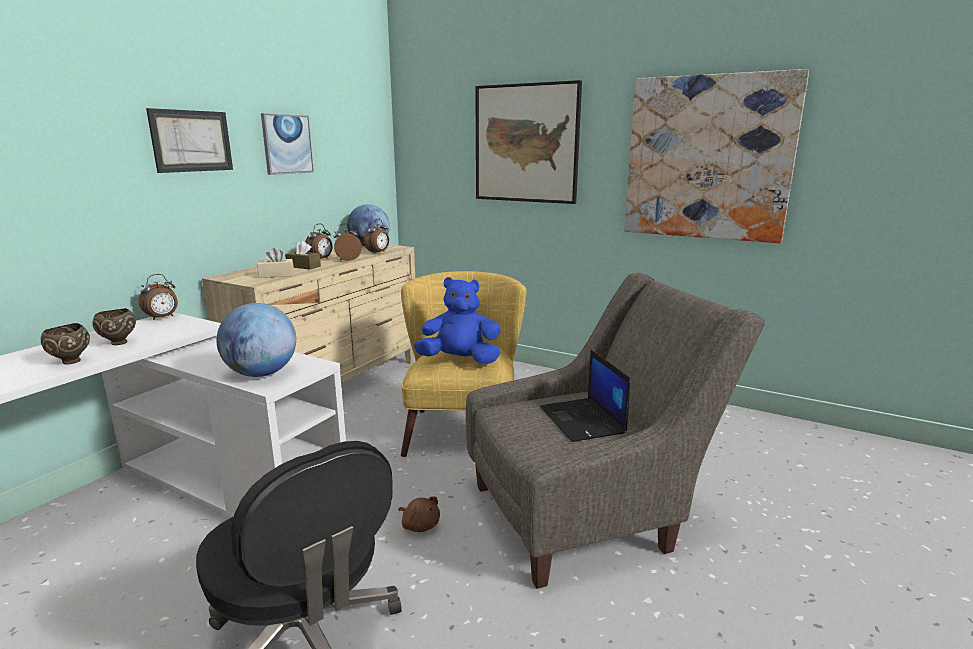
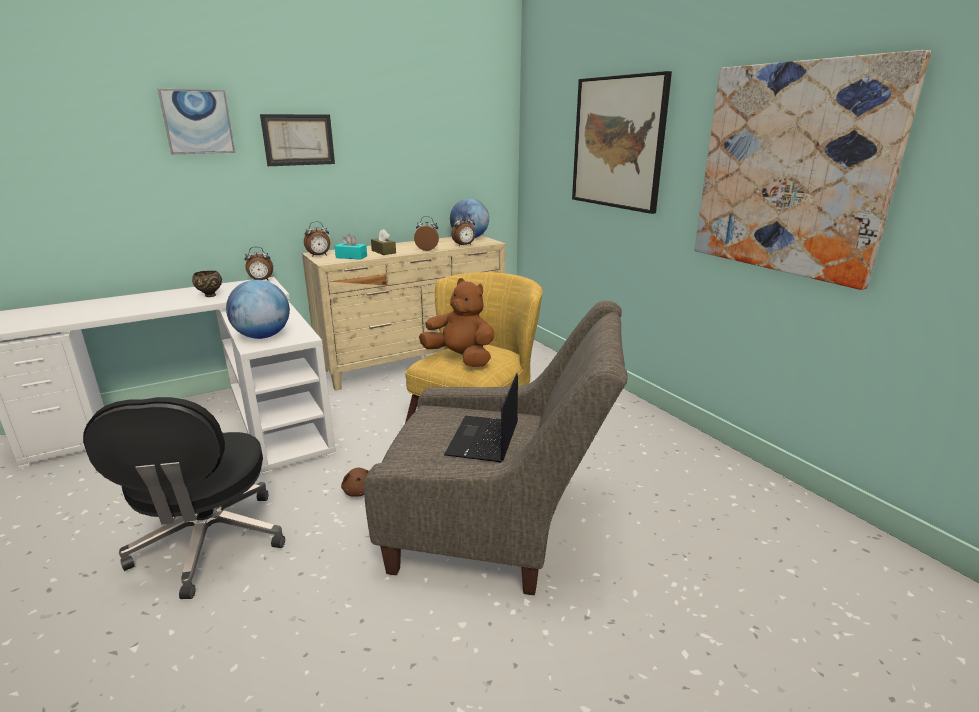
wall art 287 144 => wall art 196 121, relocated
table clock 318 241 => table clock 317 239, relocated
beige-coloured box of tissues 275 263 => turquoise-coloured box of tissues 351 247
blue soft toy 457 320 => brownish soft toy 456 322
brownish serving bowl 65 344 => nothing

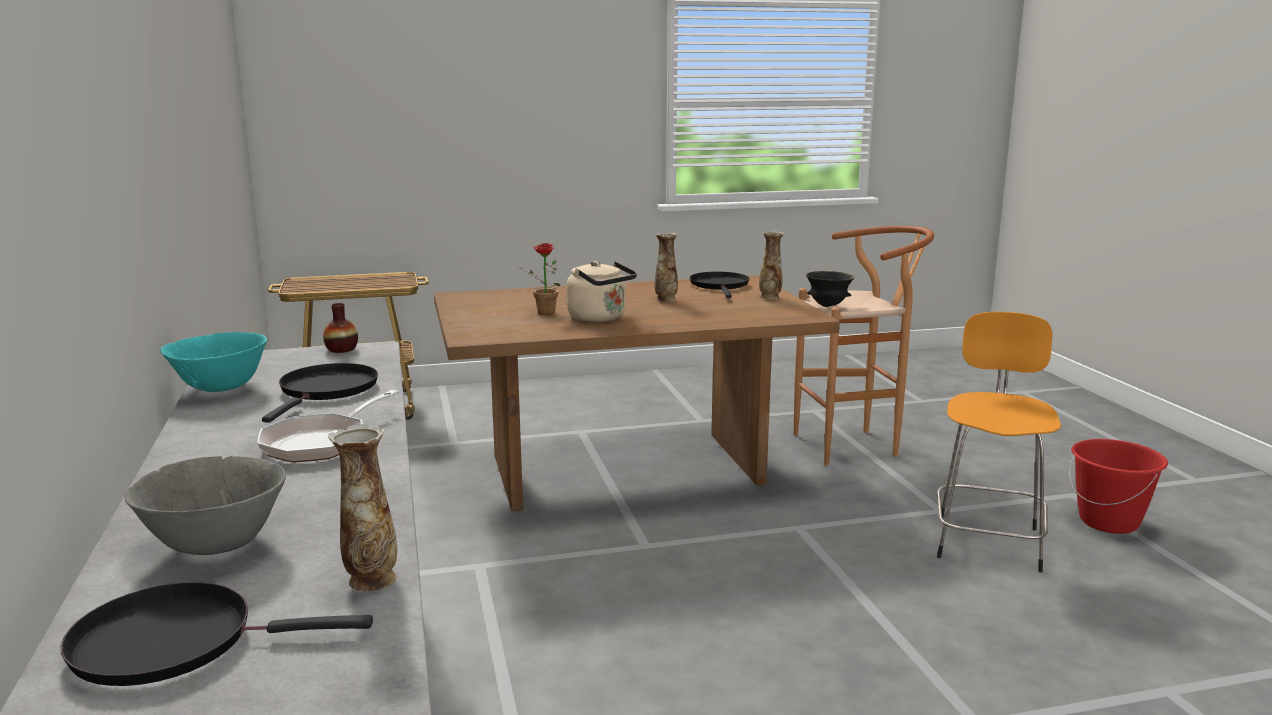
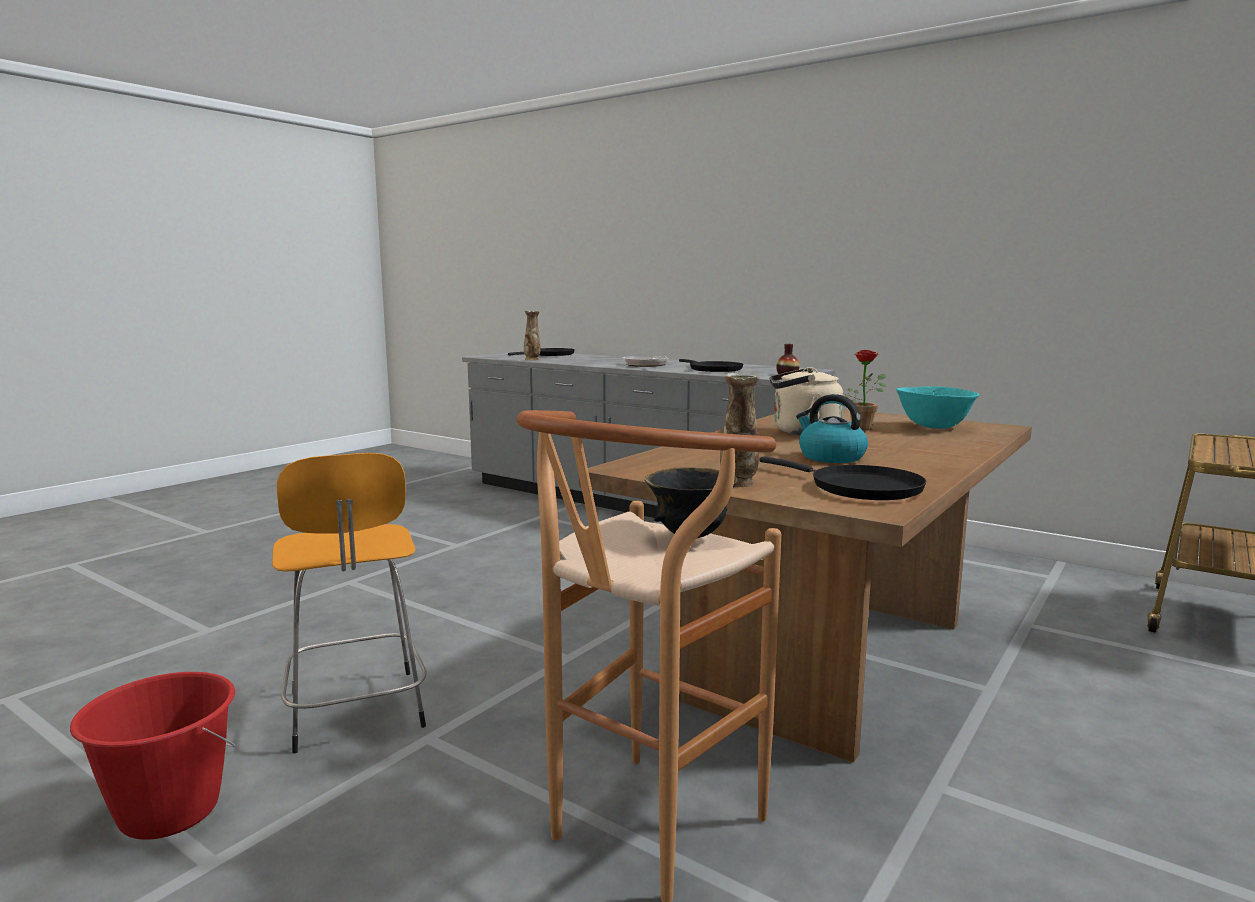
decorative vase 666 267 => kettle 832 428
turquoise-coloured serving bowl 214 362 => turquoise-coloured serving bowl 937 407, relocated
grey serving bowl 205 505 => nothing

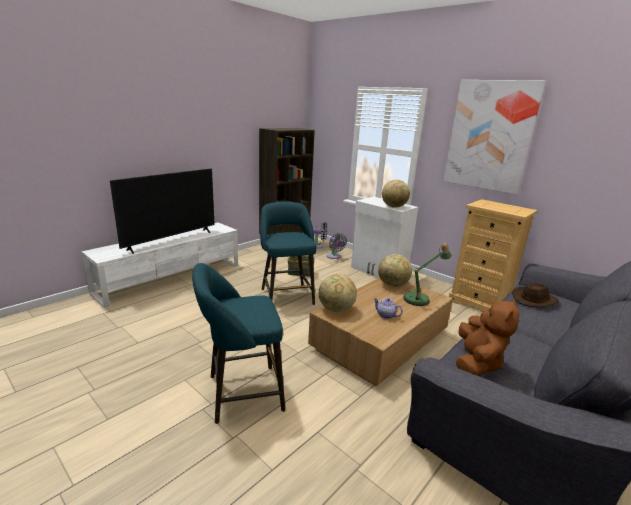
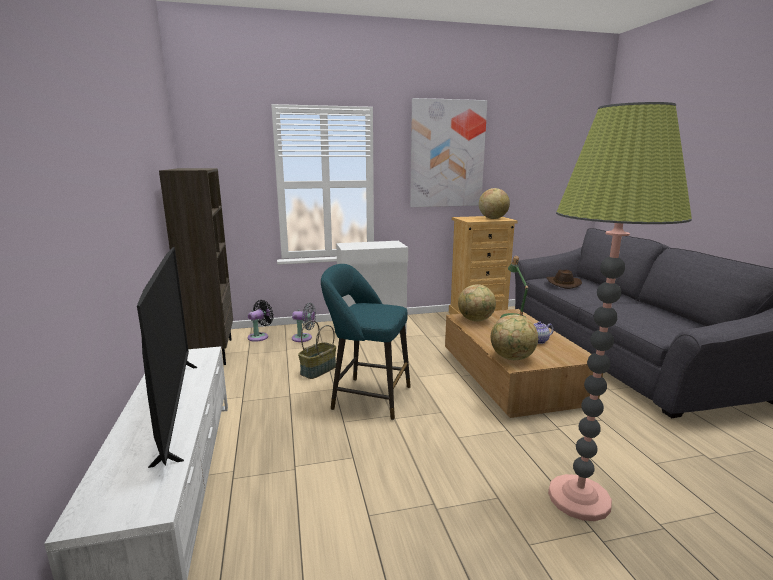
desk globe 396 194 => desk globe 494 203, relocated
turquoise-coloured stool 238 343 => standard lamp 620 311
brownish soft toy 487 337 => nothing

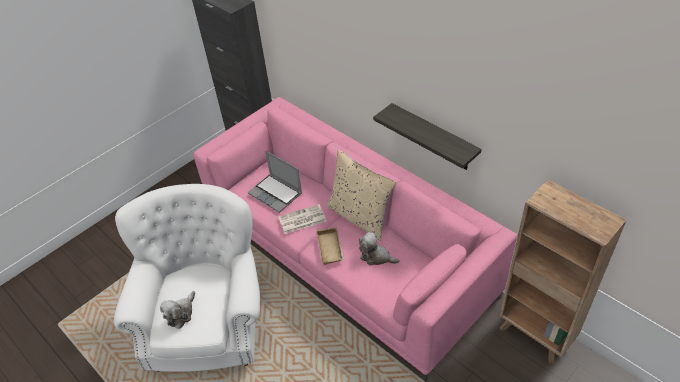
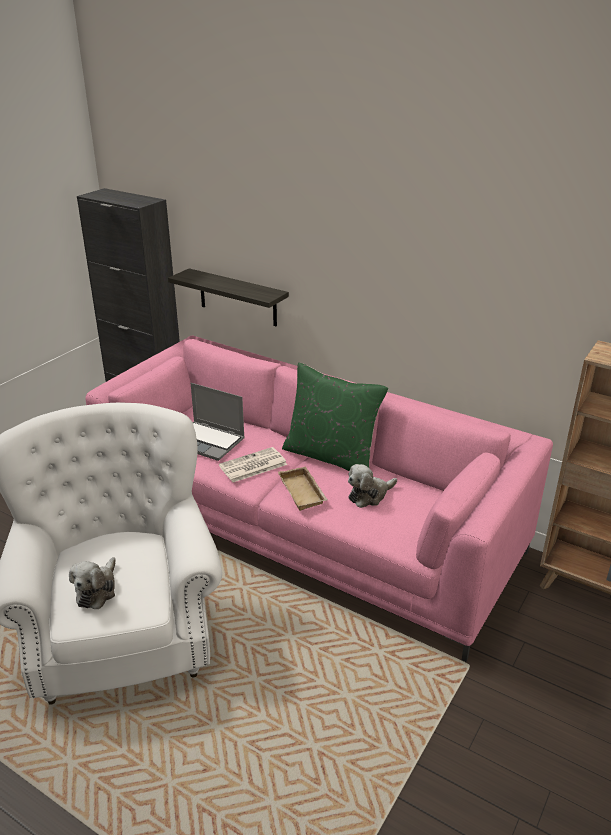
shelf 427 136 => shelf 228 297, relocated
beige-coloured cushion 361 195 => green-coloured cushion 335 417
soft toy 379 249 => soft toy 372 486, 45 degrees counterclockwise

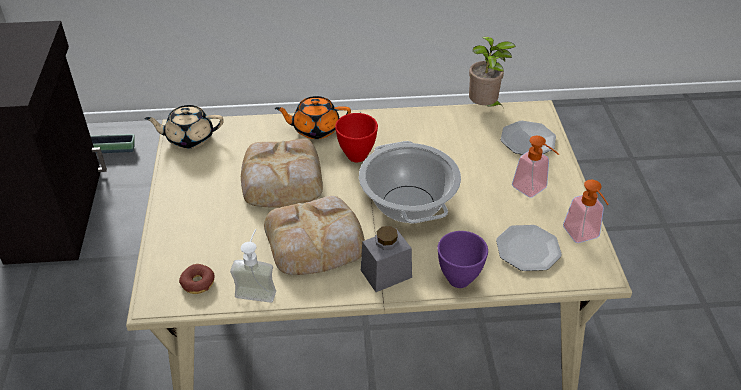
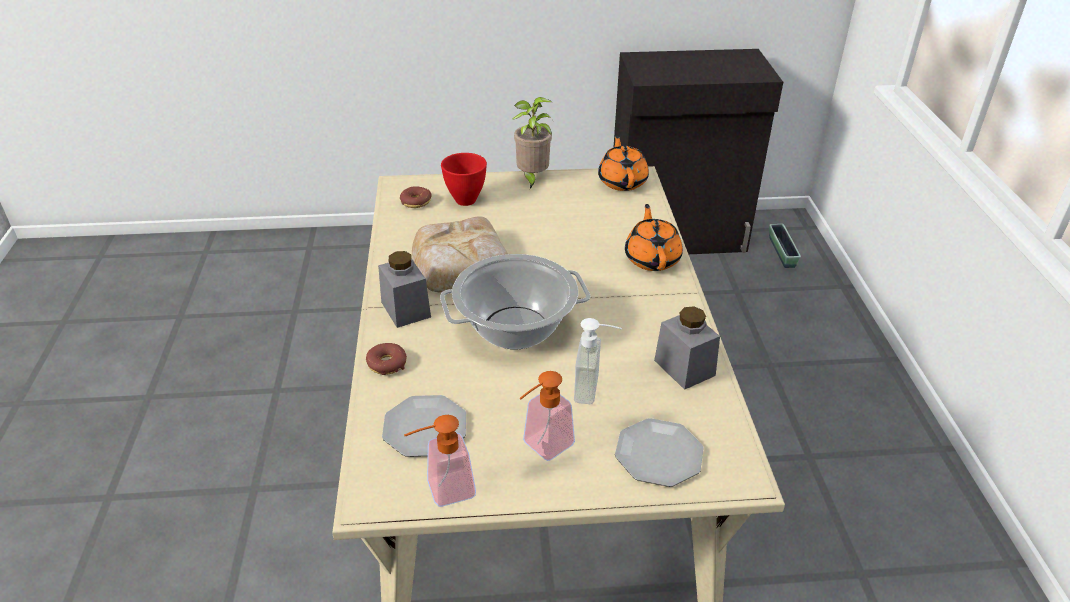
purple serving bowl 463 259 => donut 386 359
red-coloured serving bowl 356 137 => red-coloured serving bowl 464 179, relocated
plant in a pot 492 72 => plant in a pot 533 143, relocated
soap bottle 253 266 => soap bottle 598 361, relocated
beige-coloured pot for tea 184 127 => orangey pot for tea 623 163
nothing => grey preserve jar 687 348
baked bread 282 173 => nothing

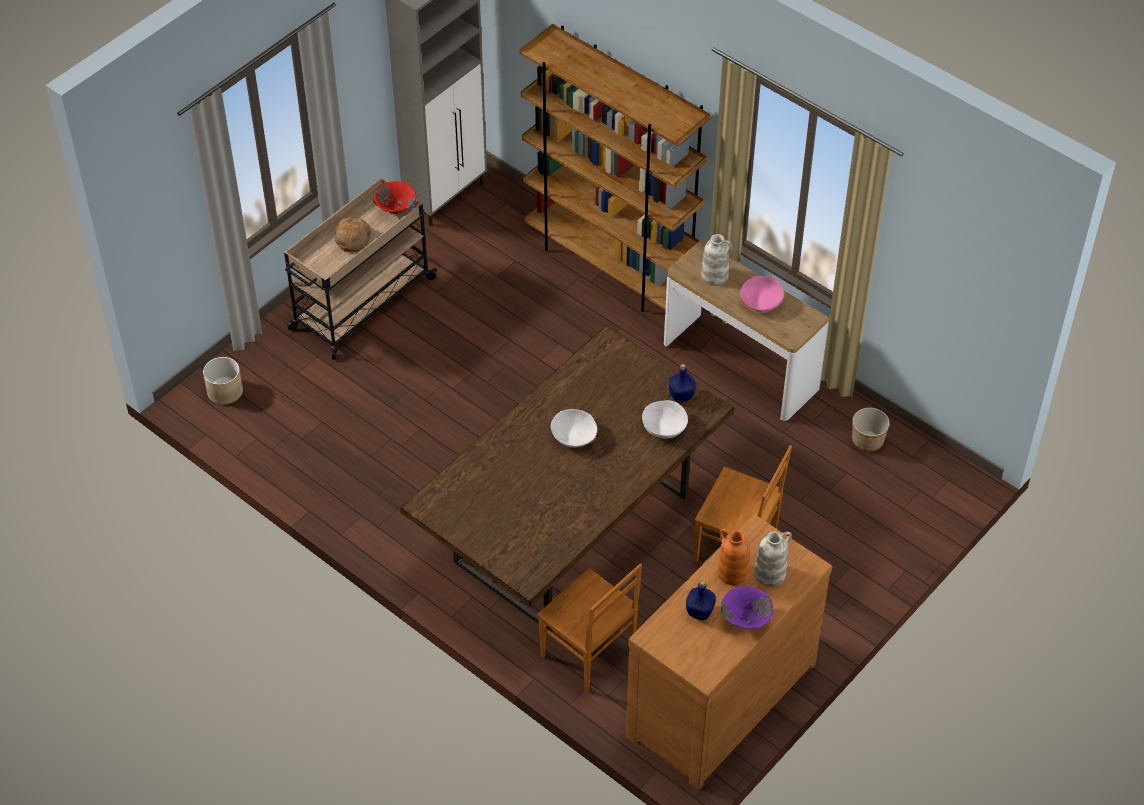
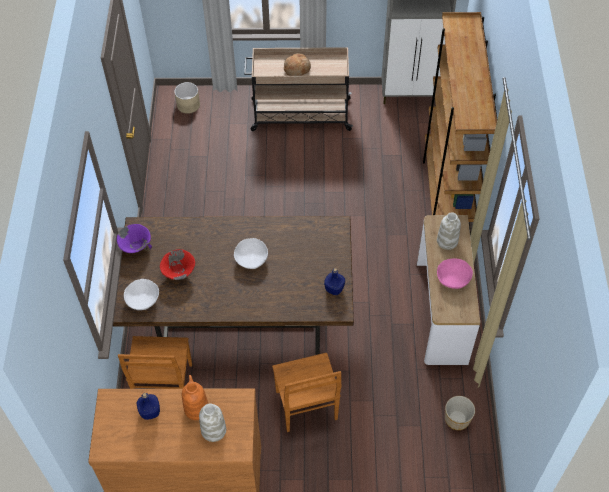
purple serving bowl 747 607 => purple serving bowl 134 238, relocated
whitish serving bowl 665 419 => whitish serving bowl 141 294, relocated
red-coloured serving bowl 394 197 => red-coloured serving bowl 177 264, relocated

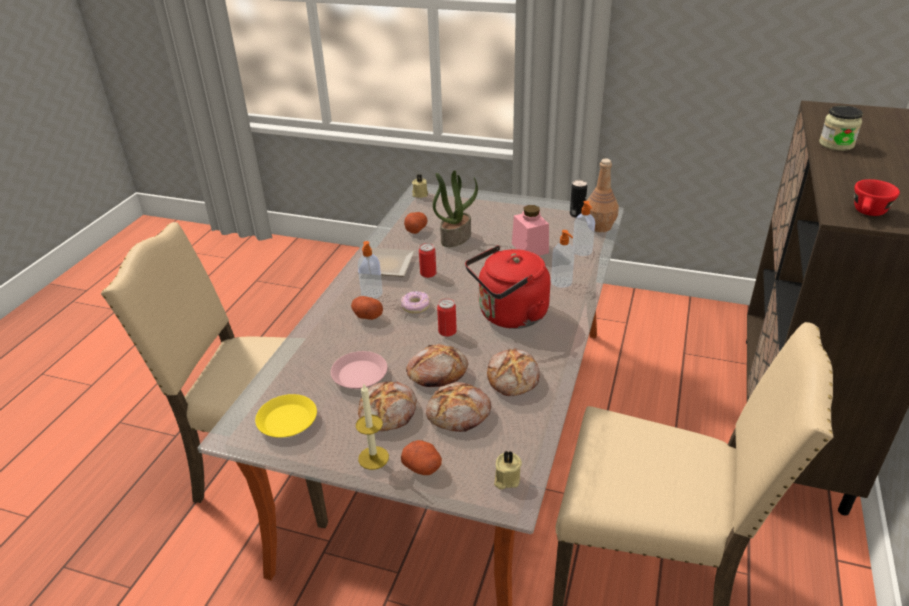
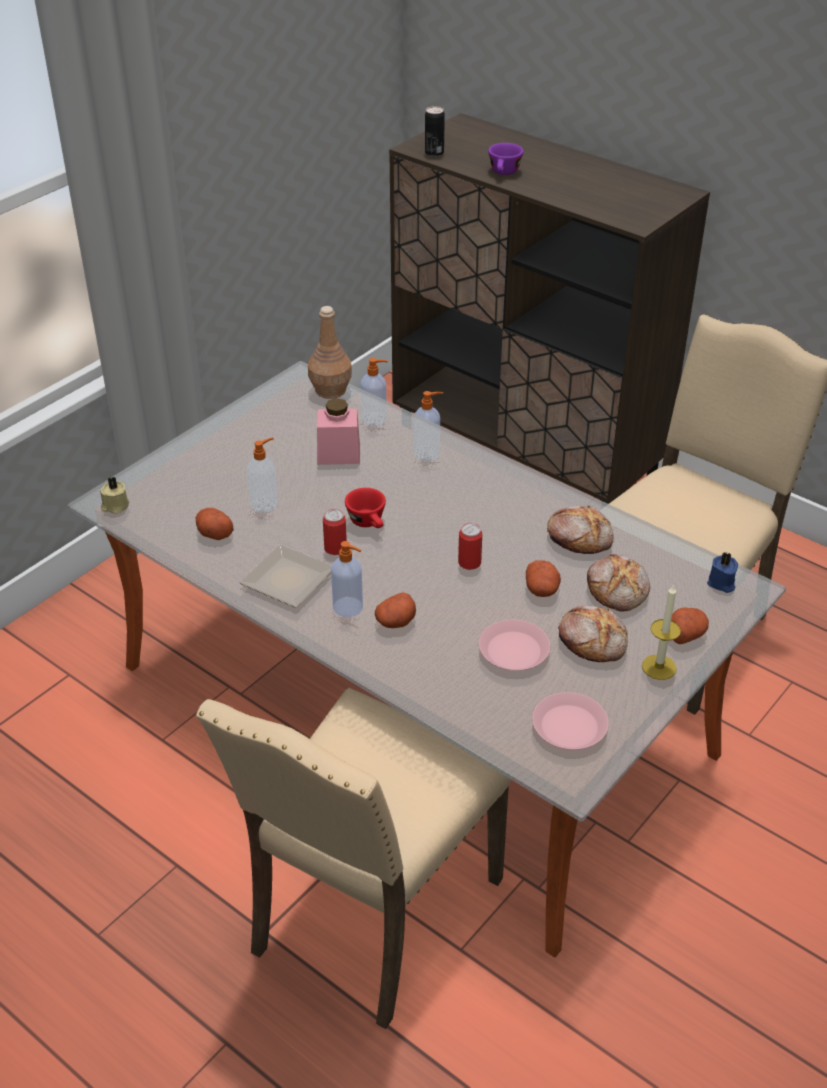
plant in a pot 455 208 => soap bottle 262 475
red-coloured cup 877 197 => red-coloured cup 365 508, relocated
metal can 578 199 => metal can 435 131, relocated
preserve jar 841 128 => purple cup 505 159
baked bread 437 365 => potato 543 578
yellow-coloured dinner plate 286 416 => pink-coloured dinner plate 570 721
beige-coloured wax candle 508 469 => blue wax candle 722 573
donut 416 302 => nothing
red-coloured kettle 507 287 => nothing

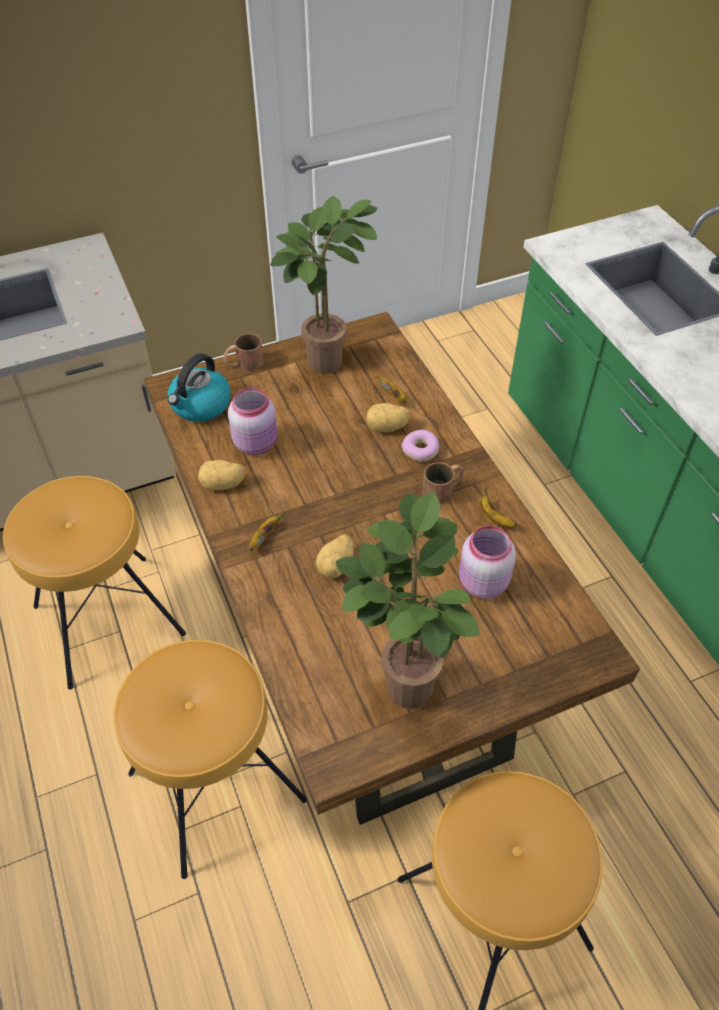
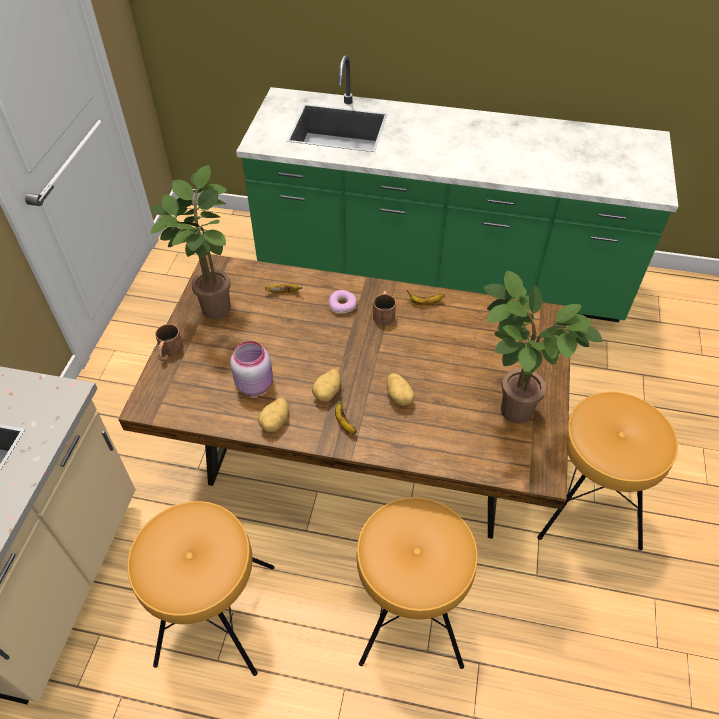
potato 389 417 => potato 326 385, relocated
kettle 199 387 => nothing
pink-coloured preserve jar 487 562 => nothing

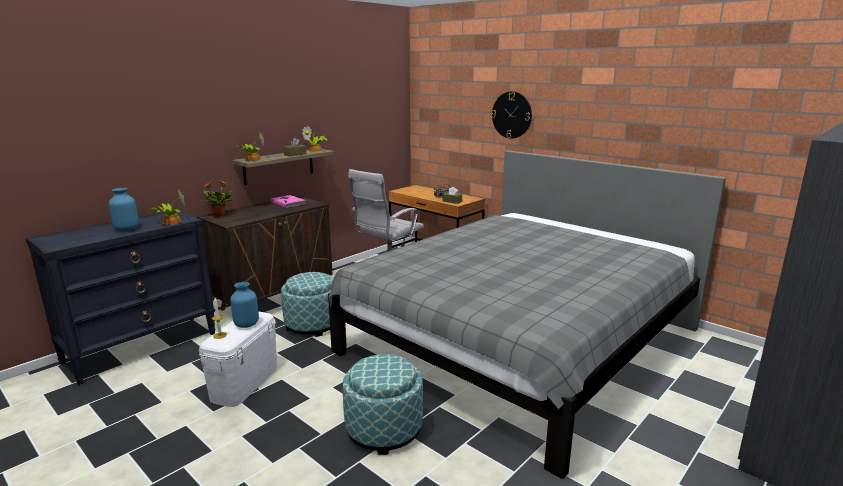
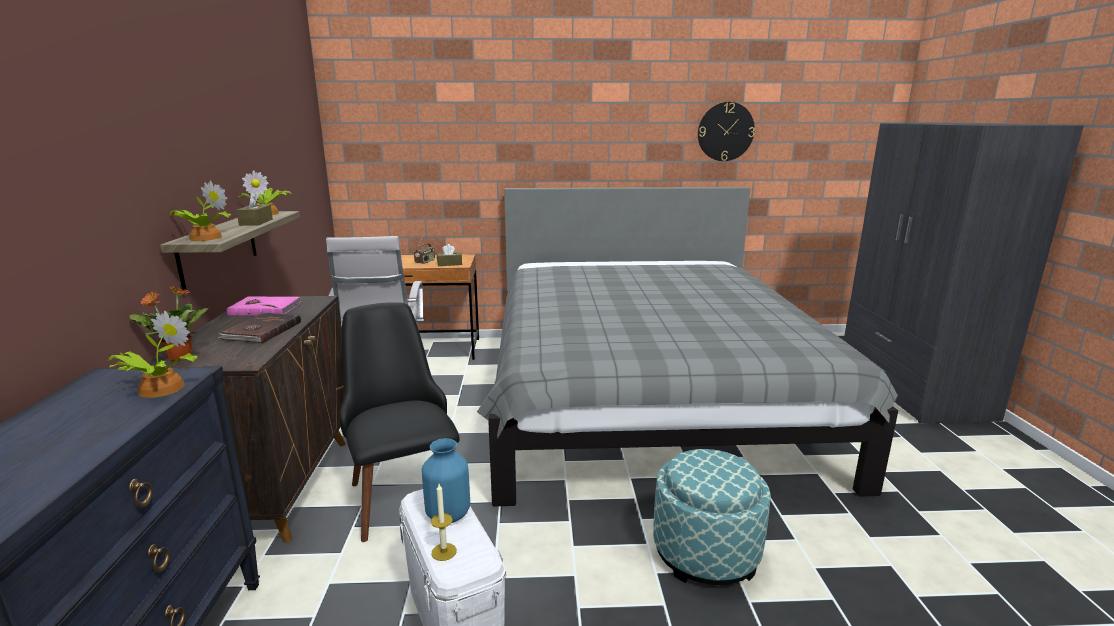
nothing => brownish volume 259 328
pouffe 307 304 => blackish upright chair 400 422
wall clock 512 115 => wall clock 726 131, relocated
blue decorative vase 123 209 => nothing

